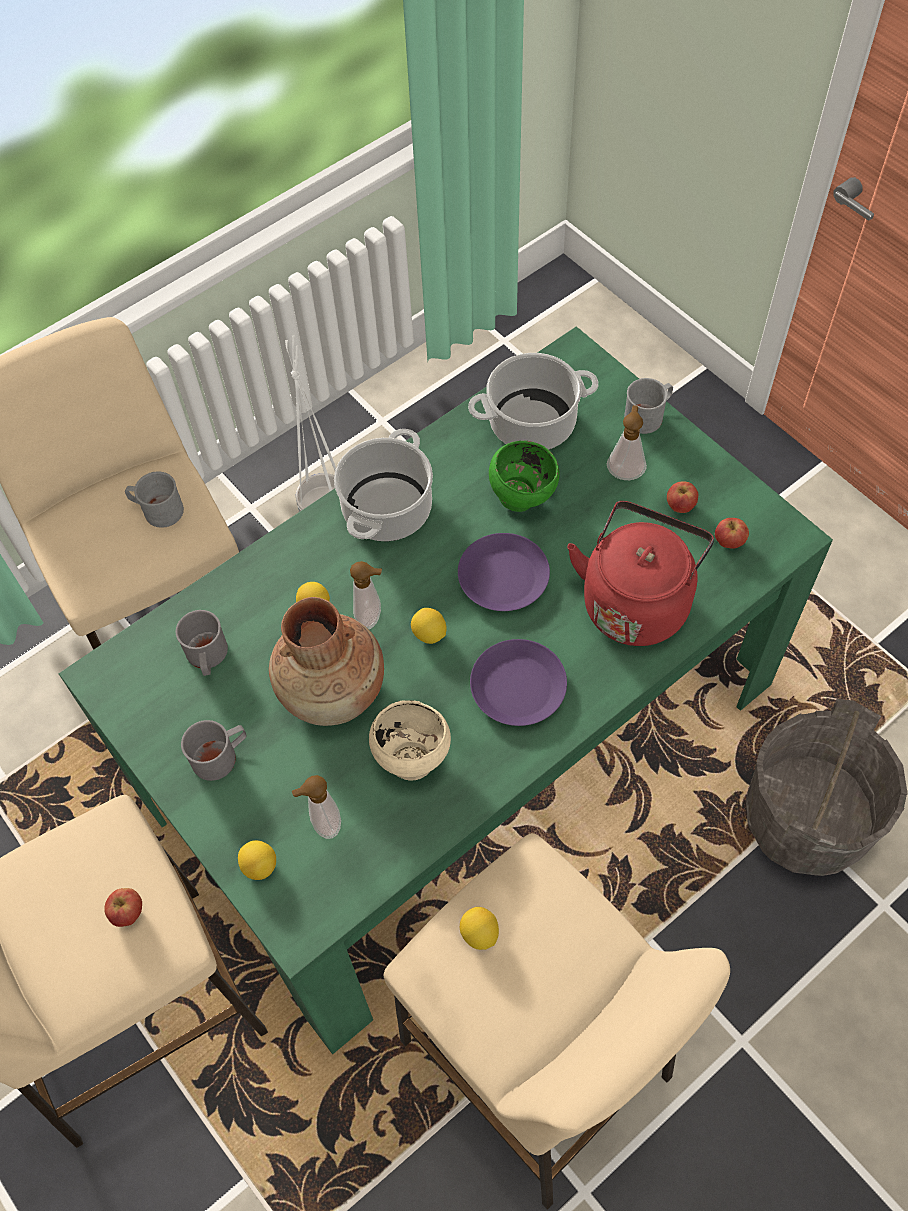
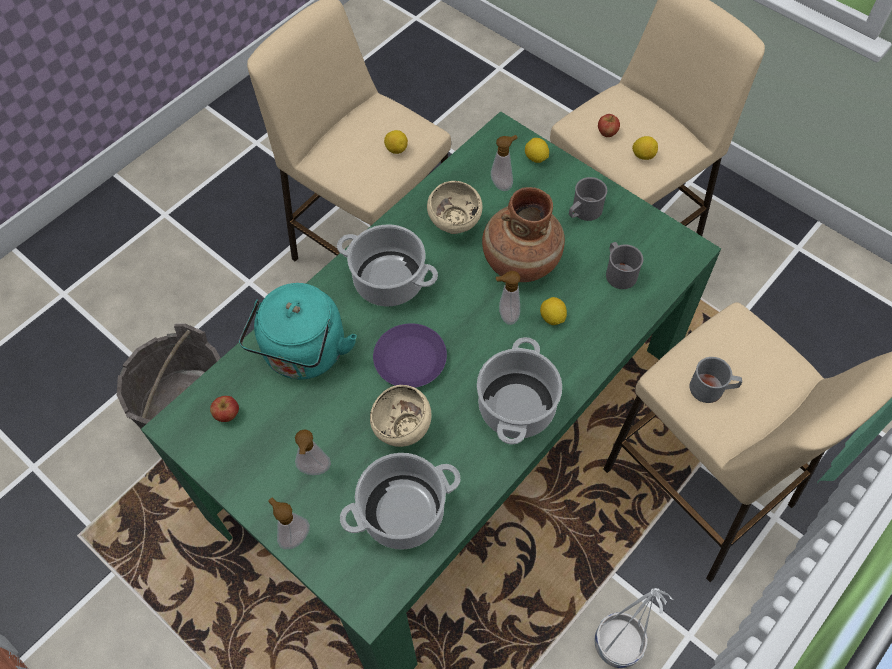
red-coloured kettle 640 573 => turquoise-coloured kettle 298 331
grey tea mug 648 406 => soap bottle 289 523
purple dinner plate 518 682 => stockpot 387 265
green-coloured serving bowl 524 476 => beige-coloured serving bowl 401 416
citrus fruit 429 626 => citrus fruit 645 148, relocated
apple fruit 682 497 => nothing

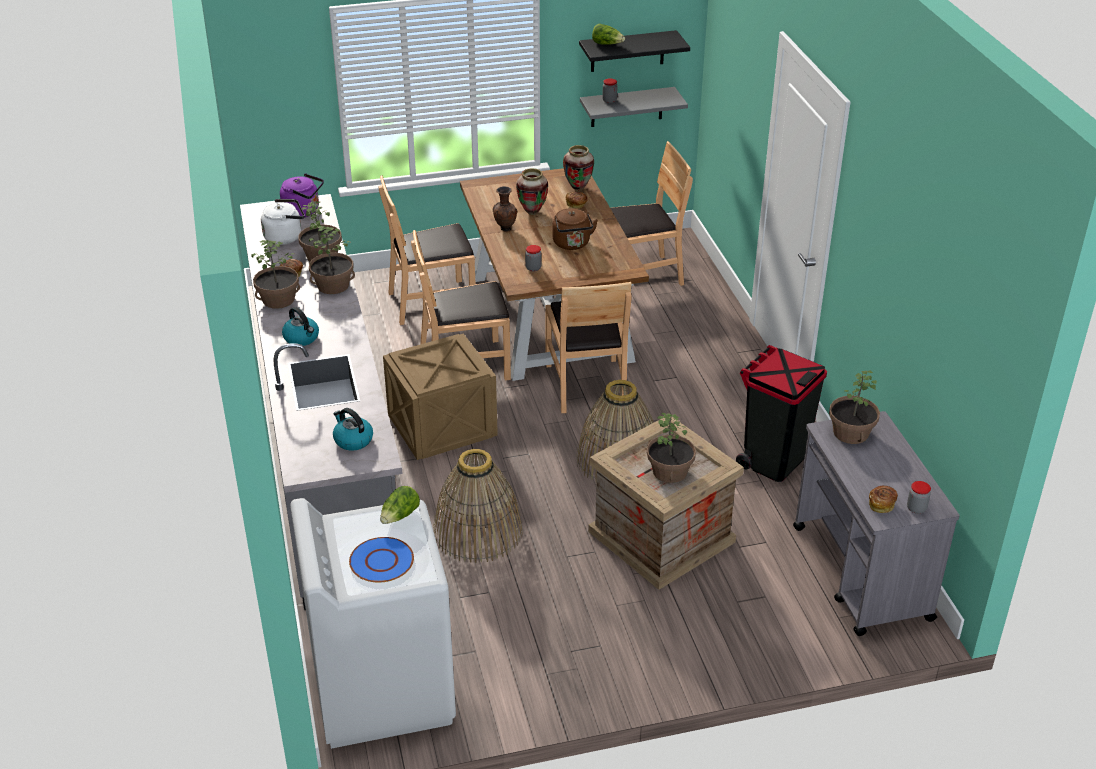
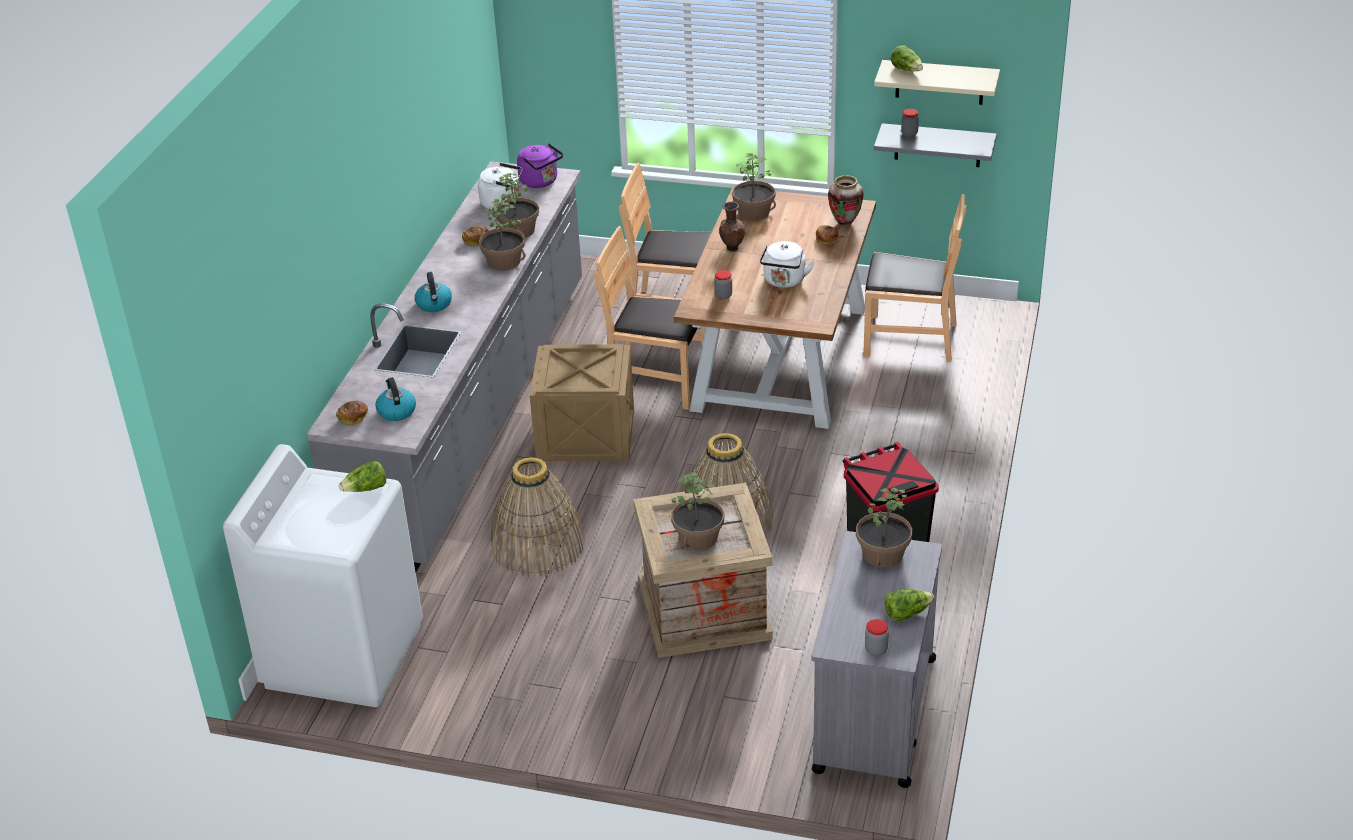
baked bread 883 499 => baked bread 352 413, relocated
plant in a pot 275 274 => plant in a pot 754 187, relocated
brownish kettle 575 229 => whitish kettle 787 264
blackish shelf 634 51 => beige-coloured shelf 937 82
nothing => head of lettuce 909 605
blue dinner plate 381 560 => nothing
decorative vase 532 191 => nothing
brownish upright chair 588 347 => nothing

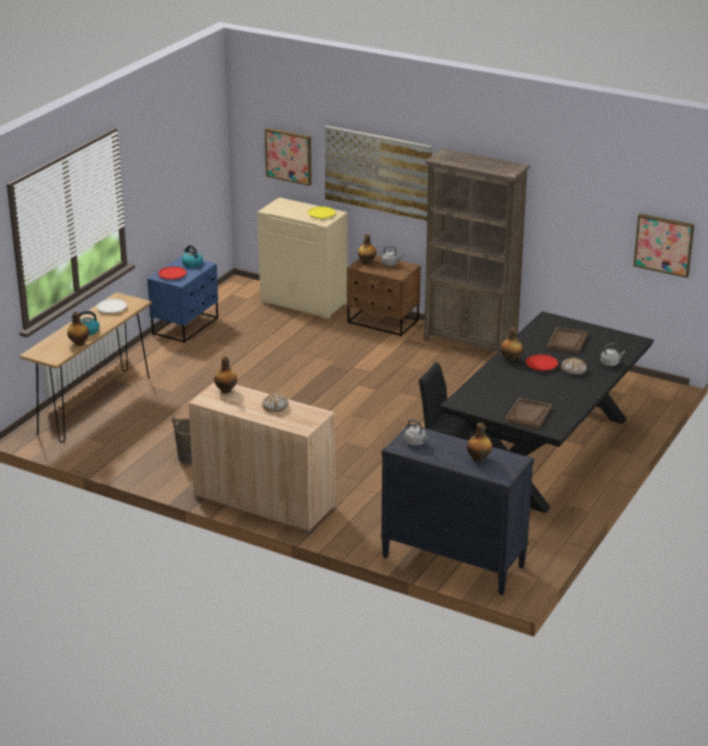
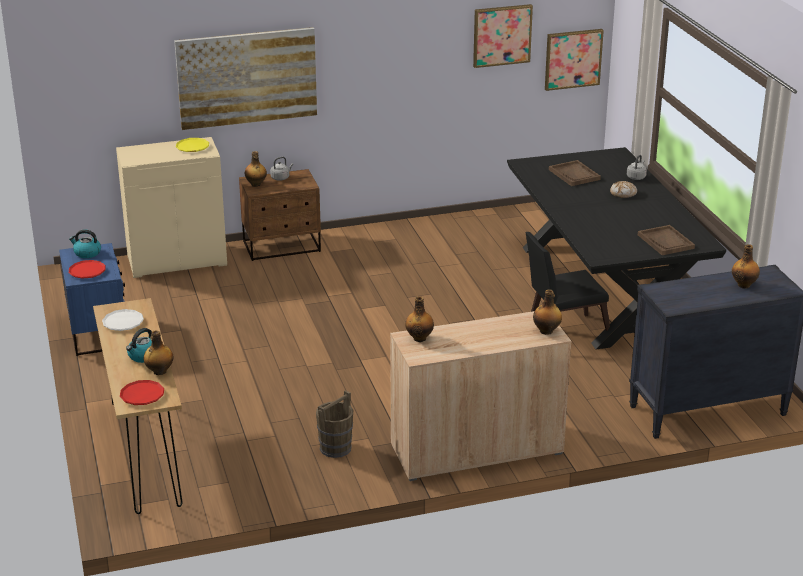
red-coloured dinner plate 542 362 => red-coloured dinner plate 142 392, relocated
wall art 288 157 => wall art 503 36, relocated
bottle 511 344 => bottle 547 312, relocated
baked bread 275 403 => nothing
grey kettle 416 432 => nothing
brownish bookshelf 477 250 => nothing

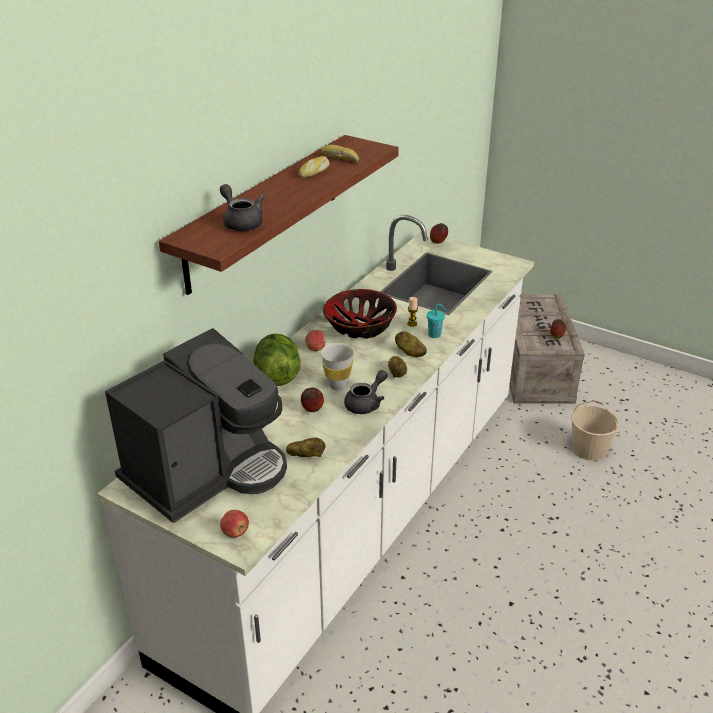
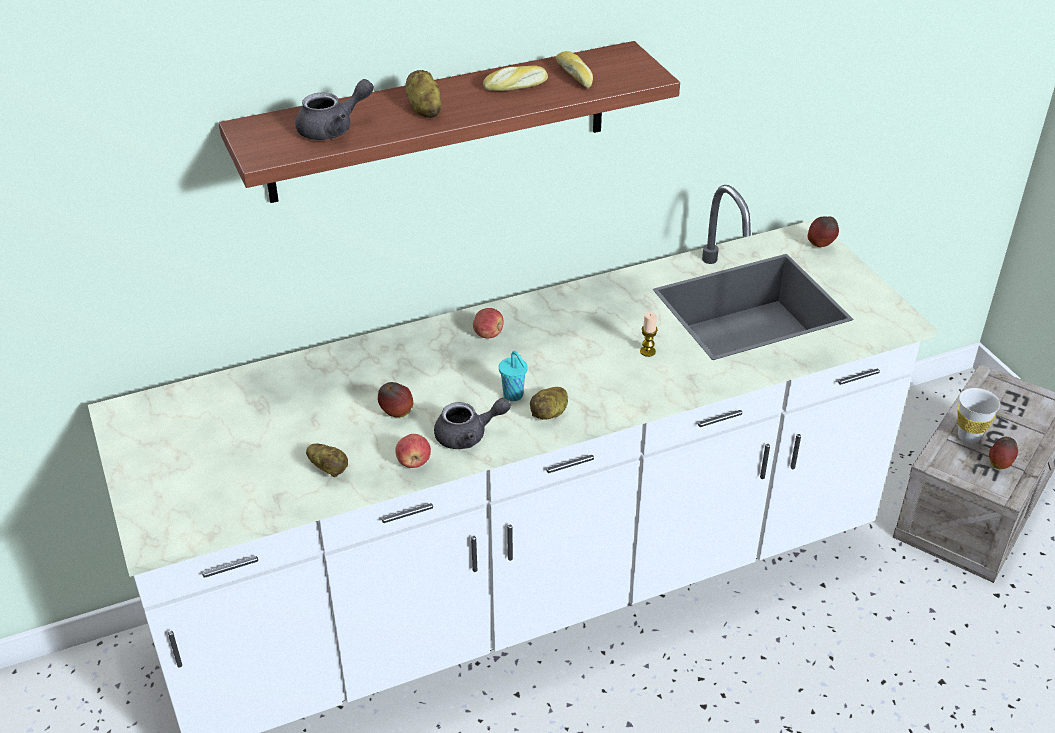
grey pot for tea 242 207 => grey pot for tea 334 109, 60 degrees clockwise
apple fruit 234 524 => apple fruit 413 451, relocated
potato 411 344 => potato 423 94, relocated
turquoise-coloured cup 437 321 => turquoise-coloured cup 513 376, relocated
whitish cup 337 366 => whitish cup 978 415, relocated
coffee machine 196 425 => nothing
head of lettuce 277 359 => nothing
serving bowl 360 314 => nothing
beige-coloured water bucket 595 431 => nothing

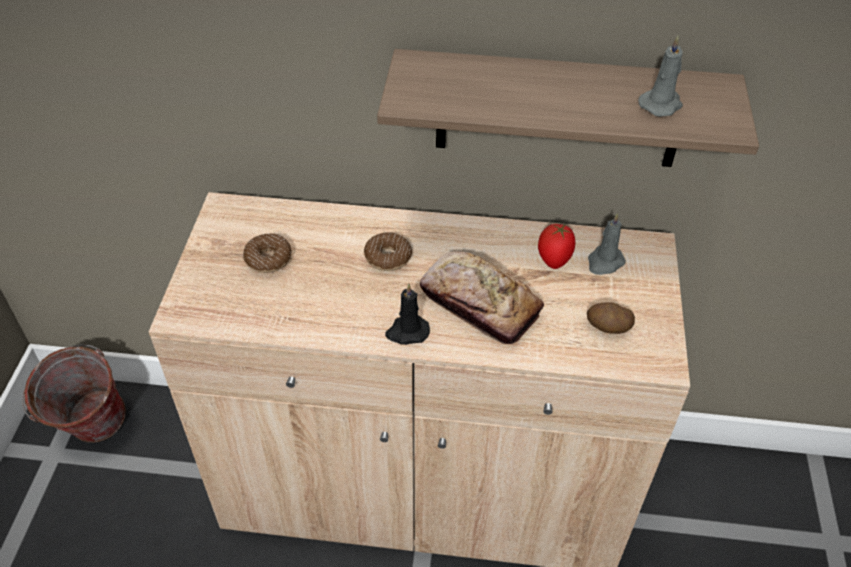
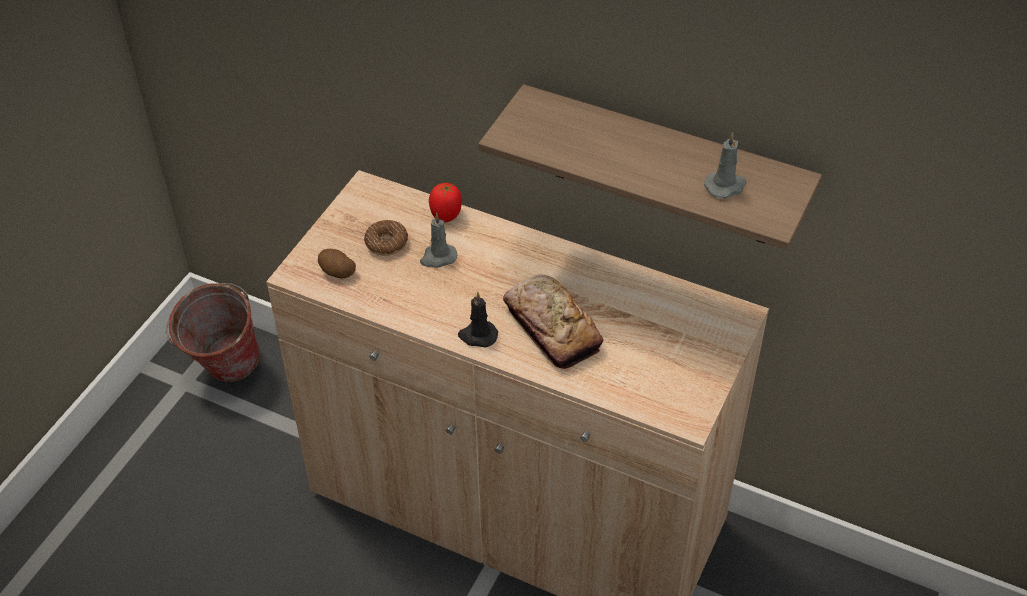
potato 611 318 => potato 337 263, relocated
grey wax candle 607 244 => grey wax candle 438 240, relocated
tomato 556 246 => tomato 445 203, relocated
donut 388 251 => nothing

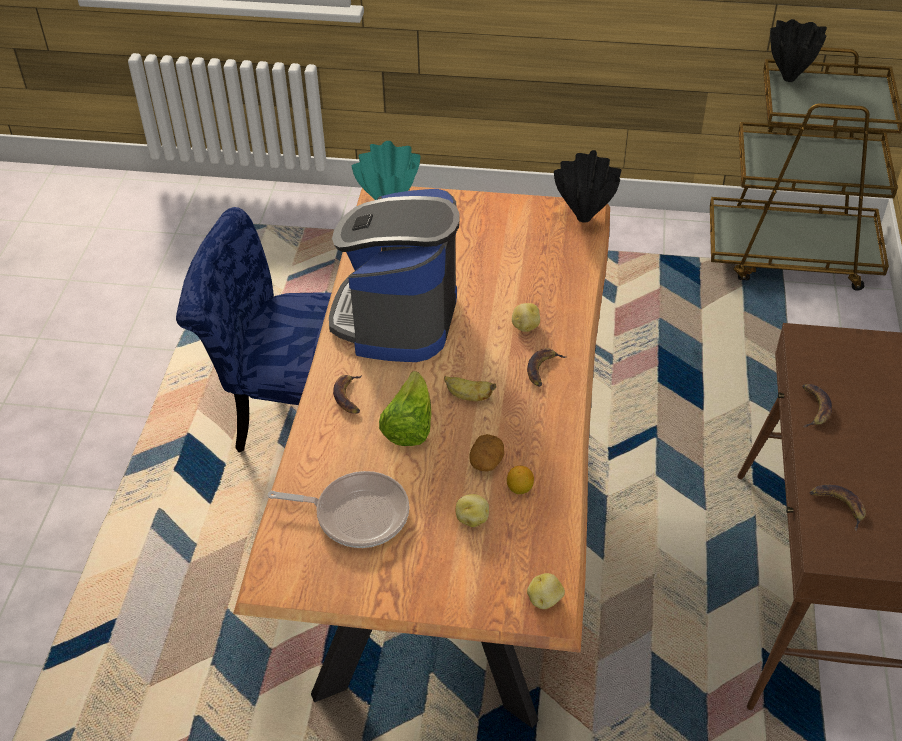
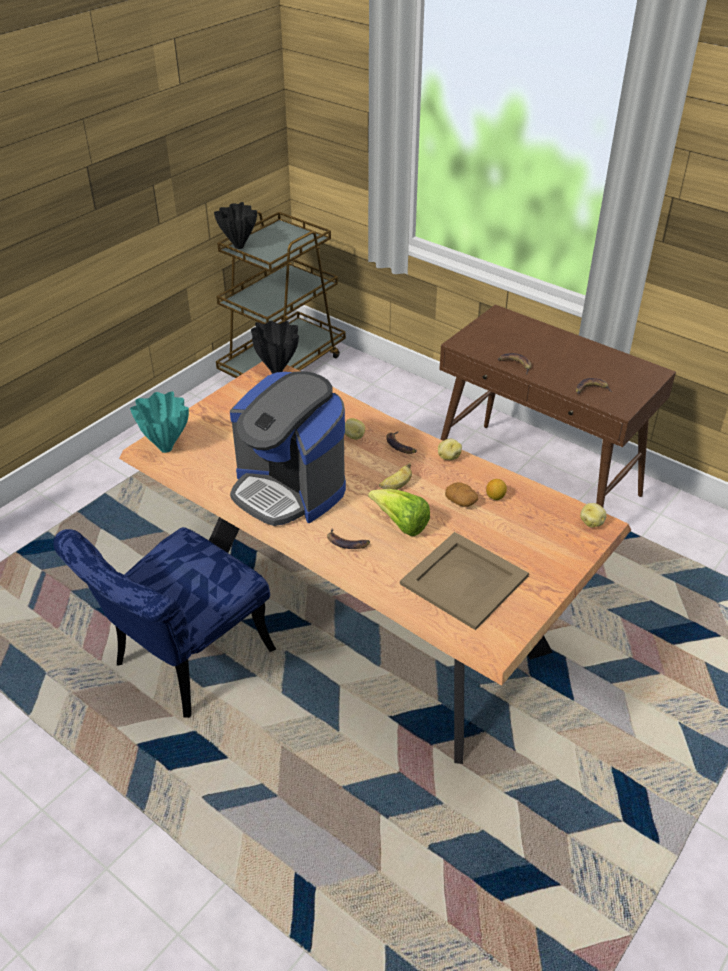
skillet 338 509 => beige-coloured carrying tray 464 581
potato 472 510 => potato 450 449, relocated

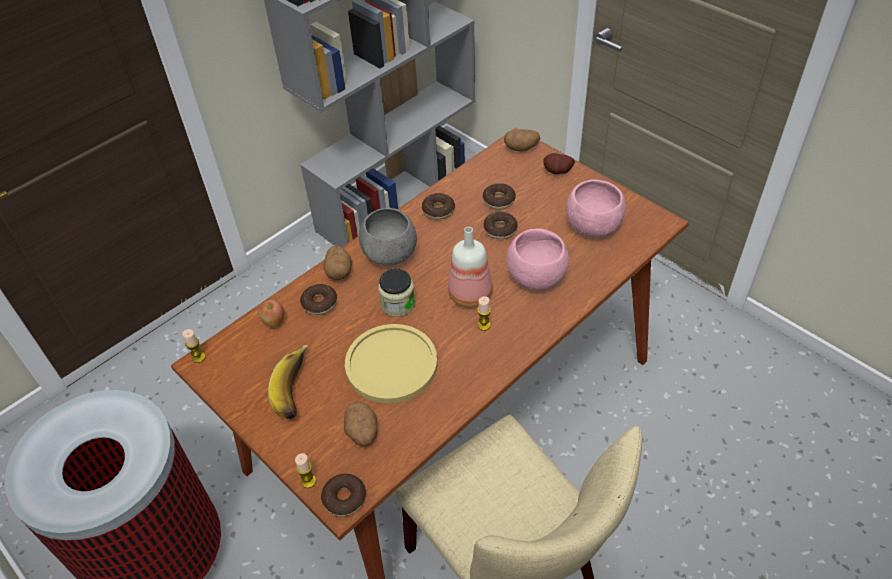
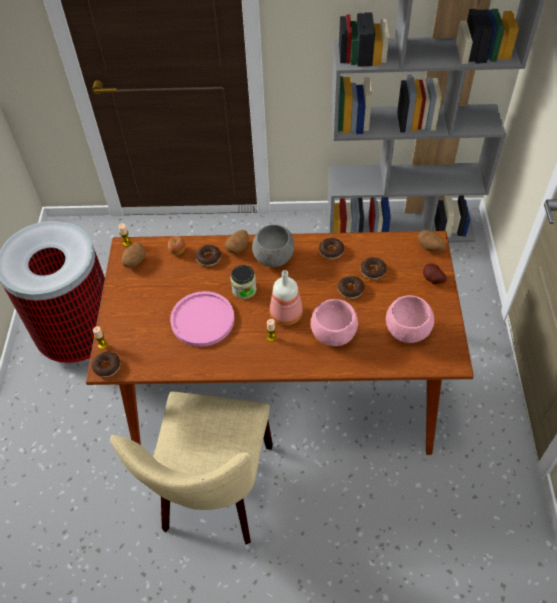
potato 360 424 => potato 134 255, relocated
yellow-coloured dinner plate 391 363 => pink-coloured dinner plate 202 319
whole banana 288 382 => nothing

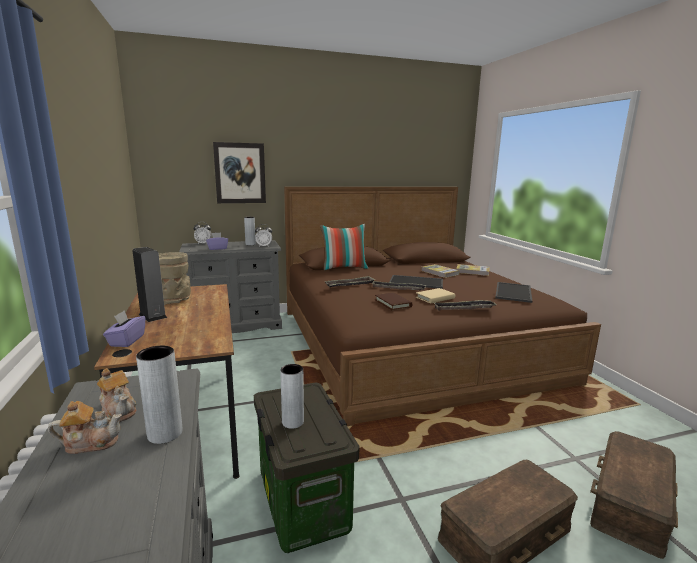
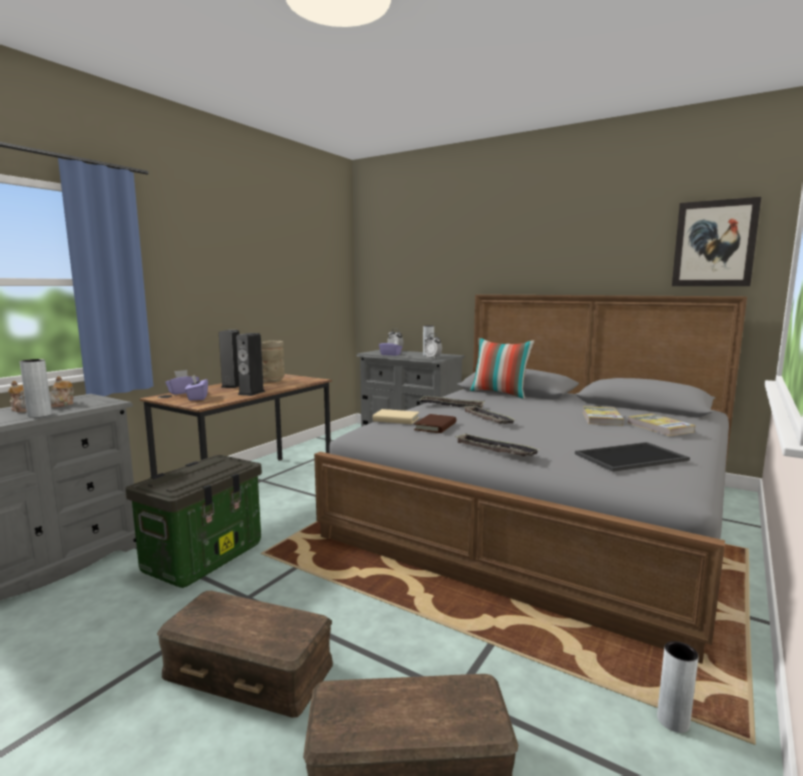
nothing => purple box of tissues 196 387
nothing => speaker 250 364
brownish bedroom bed 442 306 => grey bedroom bed 530 479
beige-coloured volume 435 295 => beige-coloured volume 396 416, relocated
grey decorative vase 292 396 => grey decorative vase 678 687, relocated
wall art 239 172 => wall art 716 241, relocated
carrying tray 416 282 => nothing

